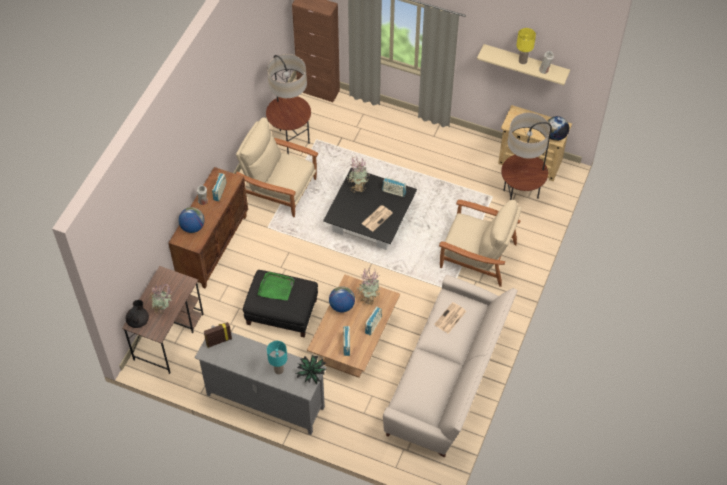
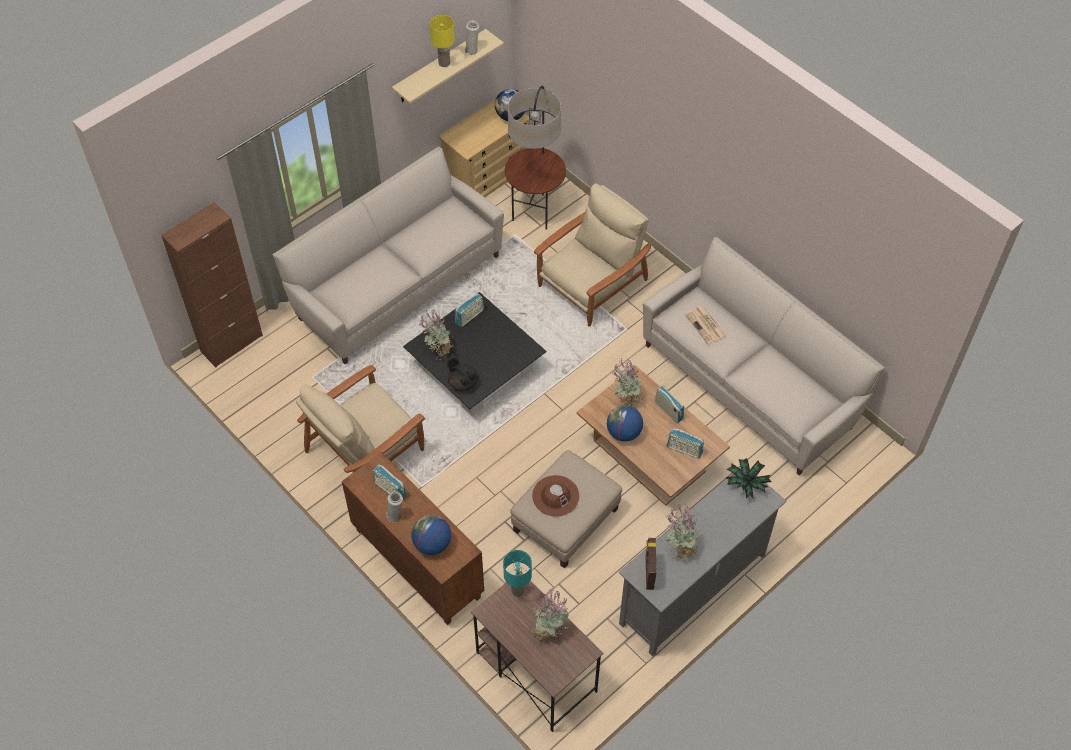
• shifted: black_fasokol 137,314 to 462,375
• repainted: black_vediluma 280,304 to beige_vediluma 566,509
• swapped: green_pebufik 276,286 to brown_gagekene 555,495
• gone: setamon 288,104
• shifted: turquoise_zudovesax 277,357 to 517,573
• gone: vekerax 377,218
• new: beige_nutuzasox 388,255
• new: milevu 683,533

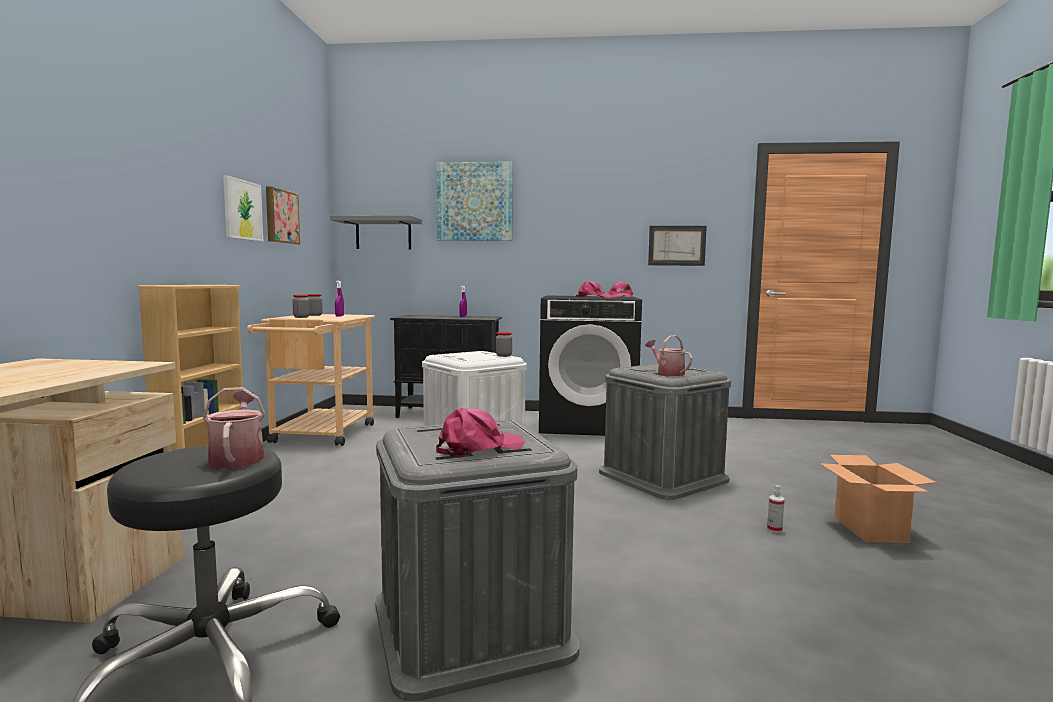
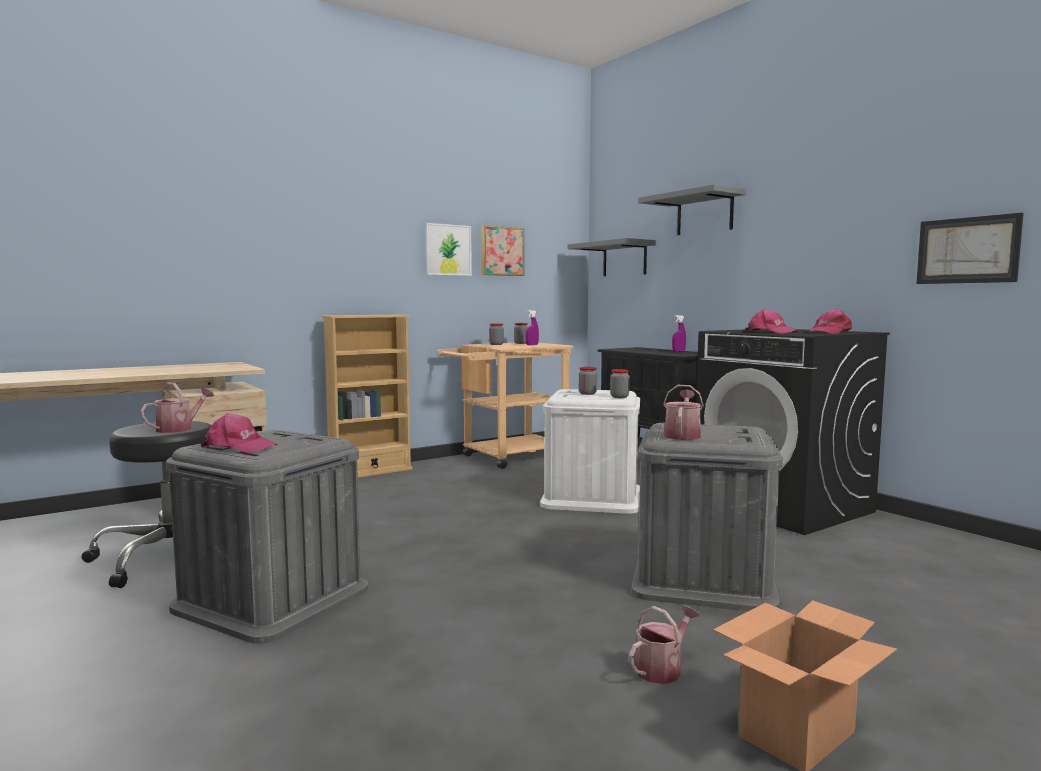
• swapped: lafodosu 474,201 to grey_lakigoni 692,209
• swapped: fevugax 775,509 to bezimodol 664,644
• new: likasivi 588,381

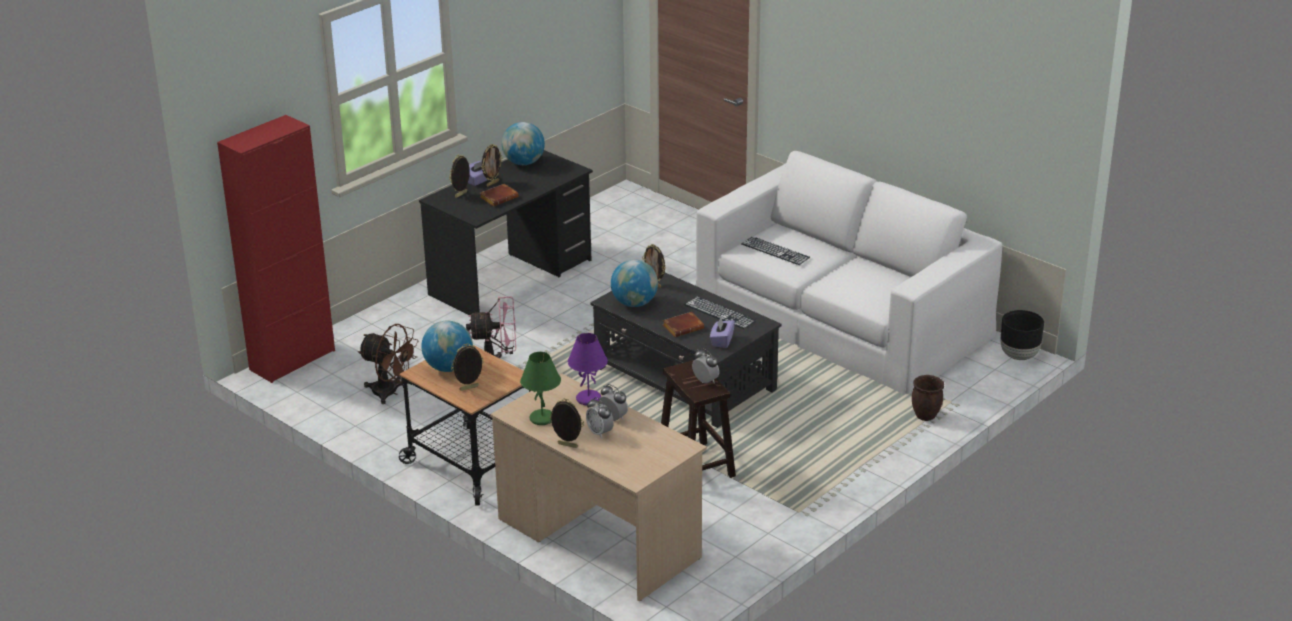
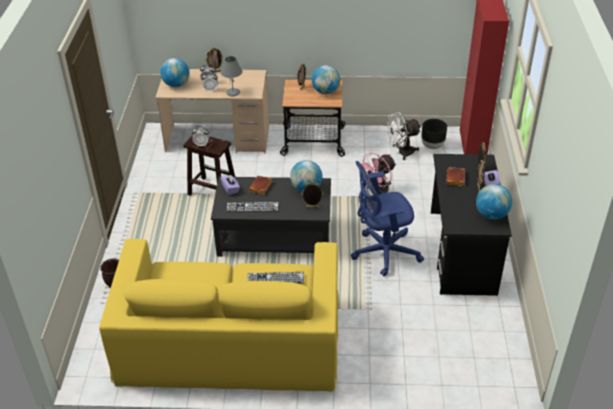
• repainted: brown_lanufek 388,364 to white_lanufek 404,136
• gone: green_zudovesax 540,388
• repainted: purple_zudovesax 588,369 to grey_zudovesax 231,76
• repainted: white_nutuzasox 849,273 to yellow_nutuzasox 219,315
• shifted: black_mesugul 1022,335 to 434,134
• new: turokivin 175,72
• new: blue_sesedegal 387,218

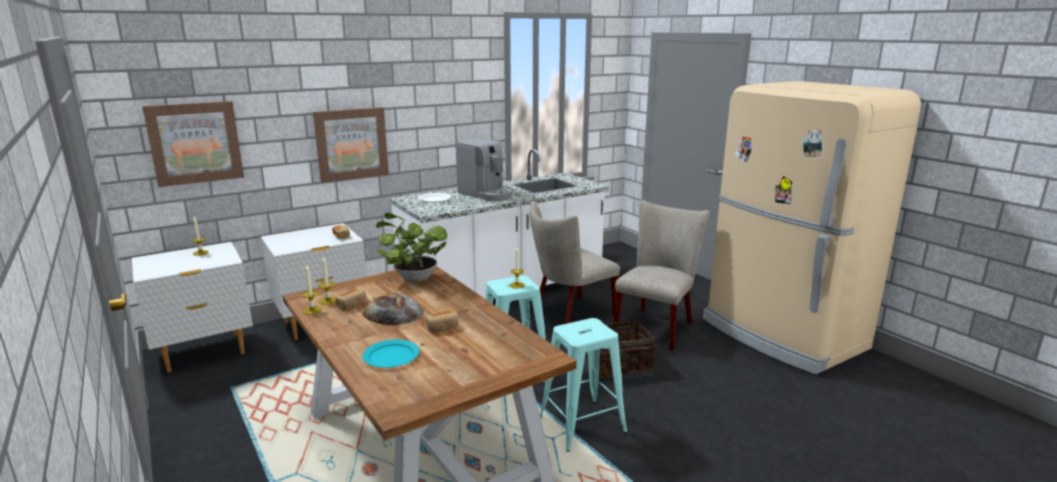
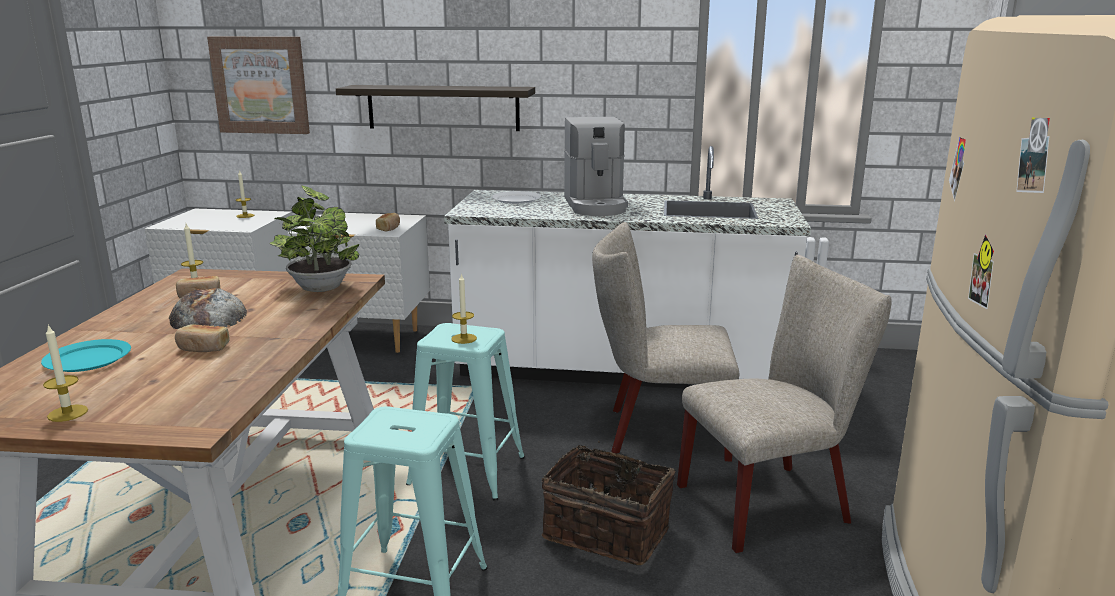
• shifted: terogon 312,289 to 65,373
• swapped: lafodosu 351,145 to lakigoni 435,108

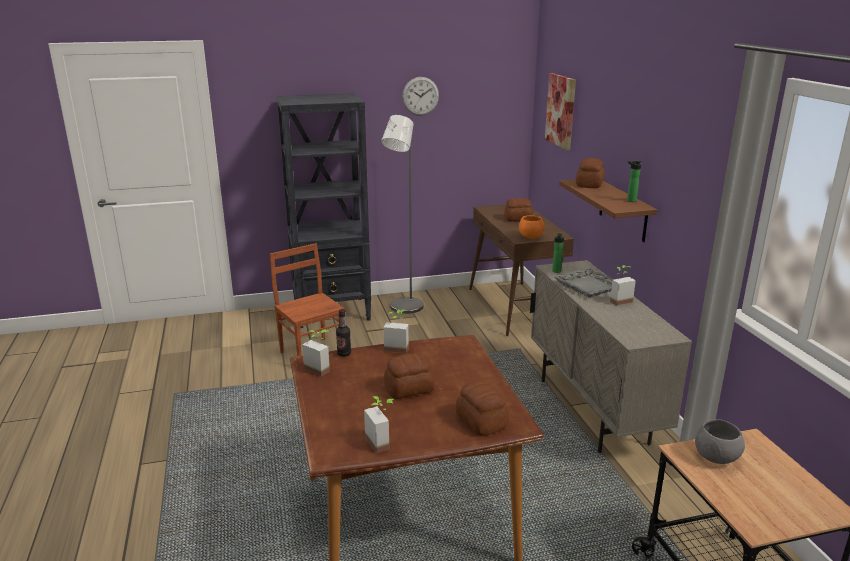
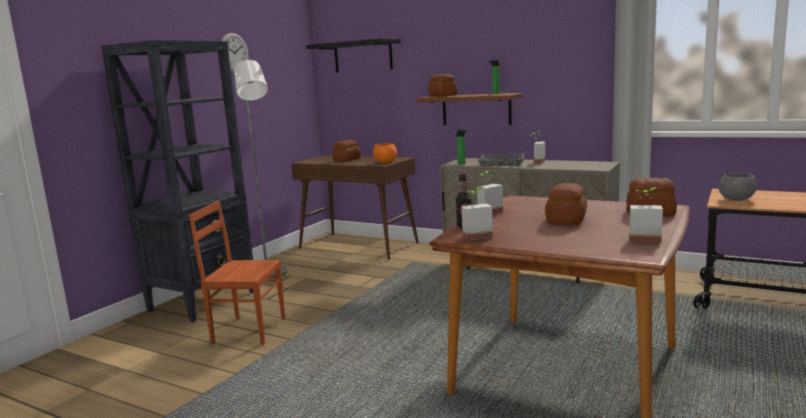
• swapped: lafodosu 560,111 to black_lakigoni 353,55

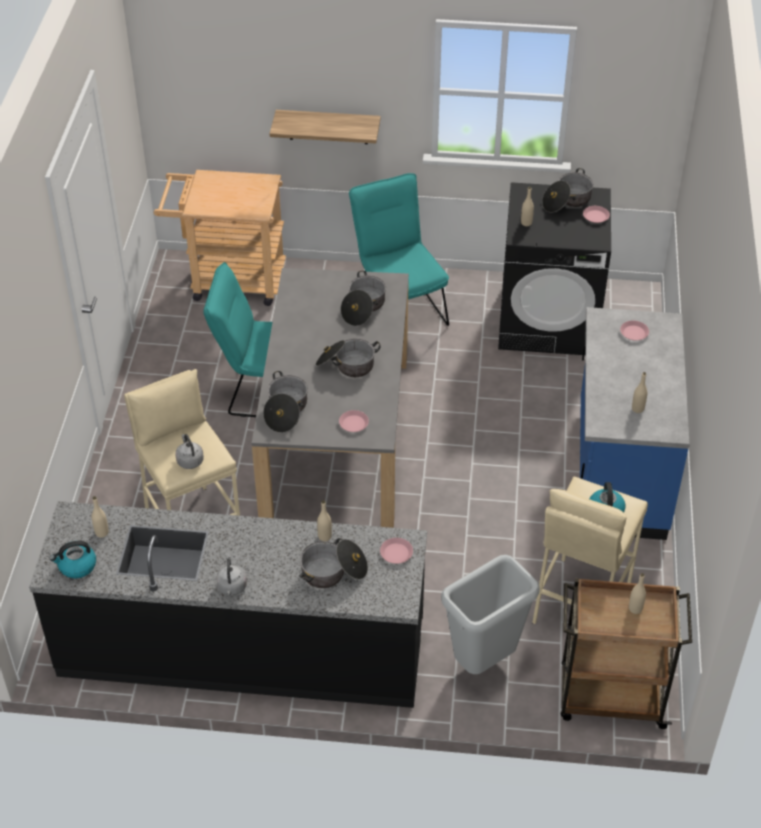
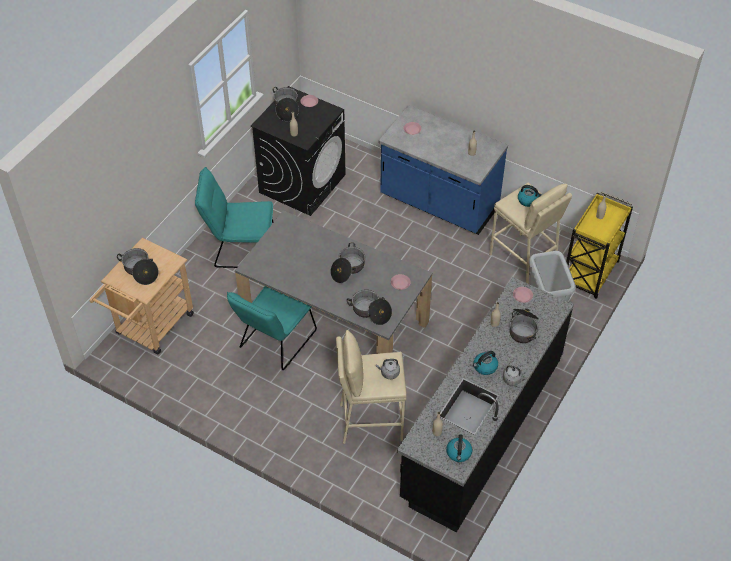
• gone: lakigoni 325,127
• shifted: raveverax 363,298 to 138,266
• repainted: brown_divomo 626,653 to yellow_divomo 599,245
• new: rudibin 485,363

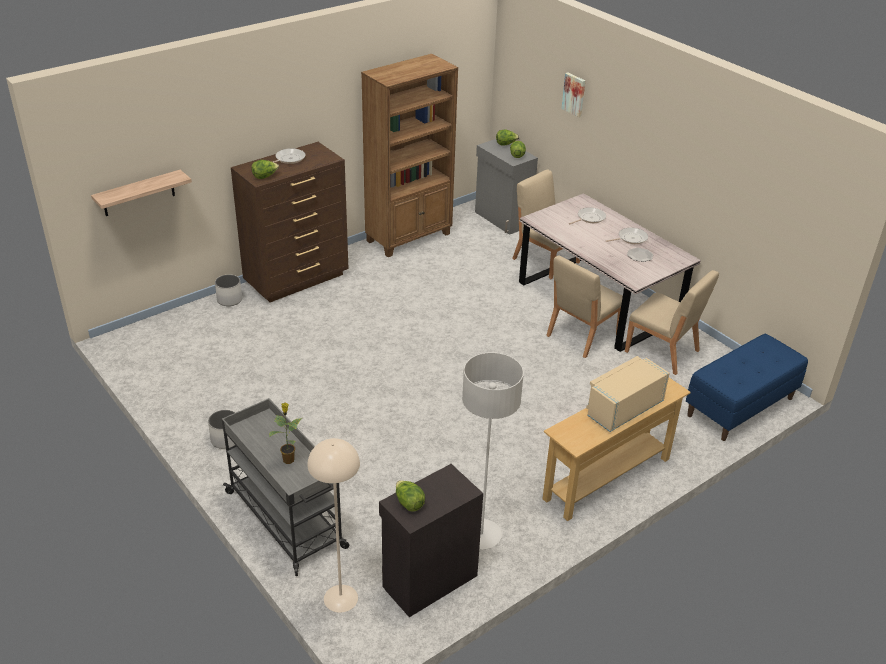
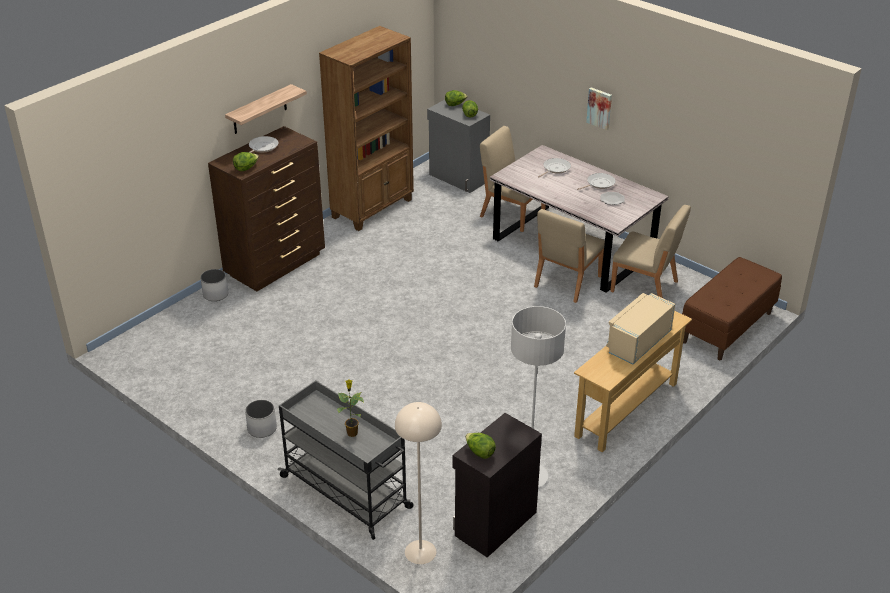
• shifted: lakigoni 141,193 to 266,109
• shifted: lafodosu 573,95 to 599,108
• repainted: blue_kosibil 747,387 to brown_kosibil 732,308

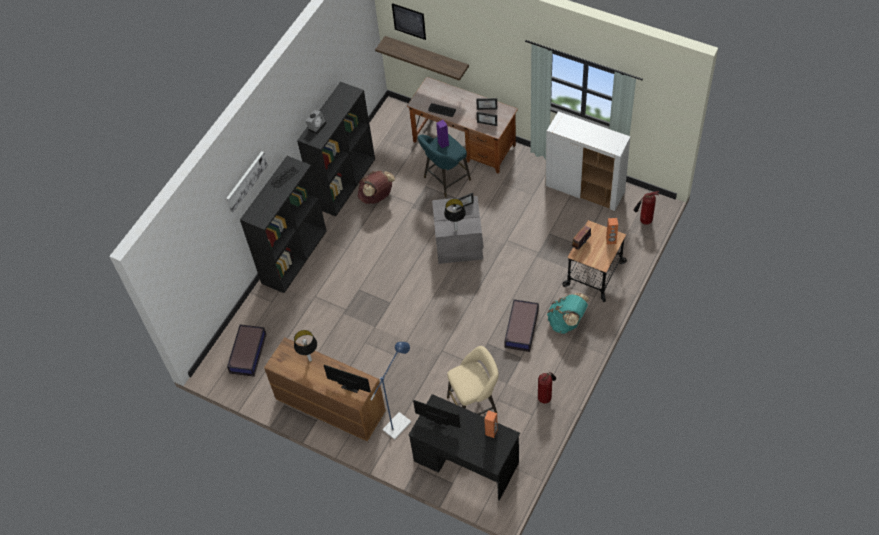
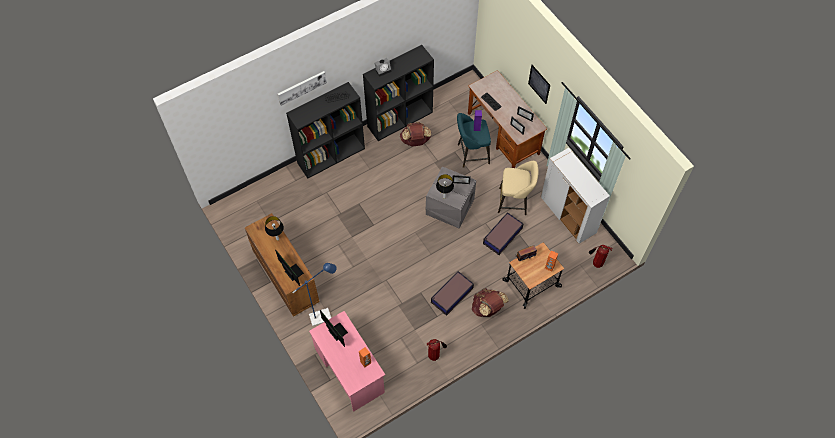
• shifted: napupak 246,351 to 503,233
• gone: lakigoni 422,58
• shifted: lafodosu 409,21 to 539,84
• repainted: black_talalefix 464,447 to pink_talalefix 347,361
• shifted: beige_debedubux 473,380 to 518,188
• repainted: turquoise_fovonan 568,313 to brown_fovonan 490,302

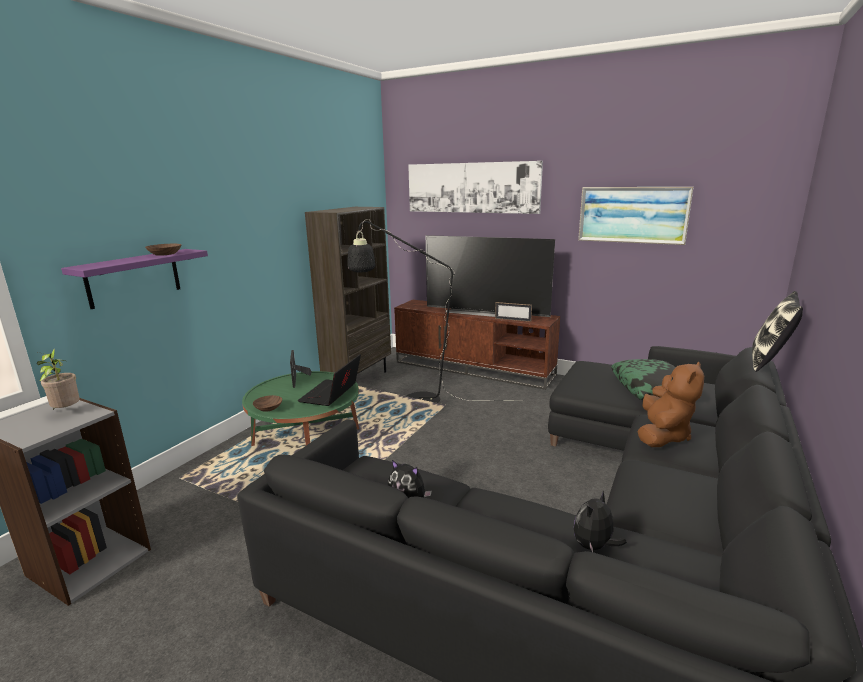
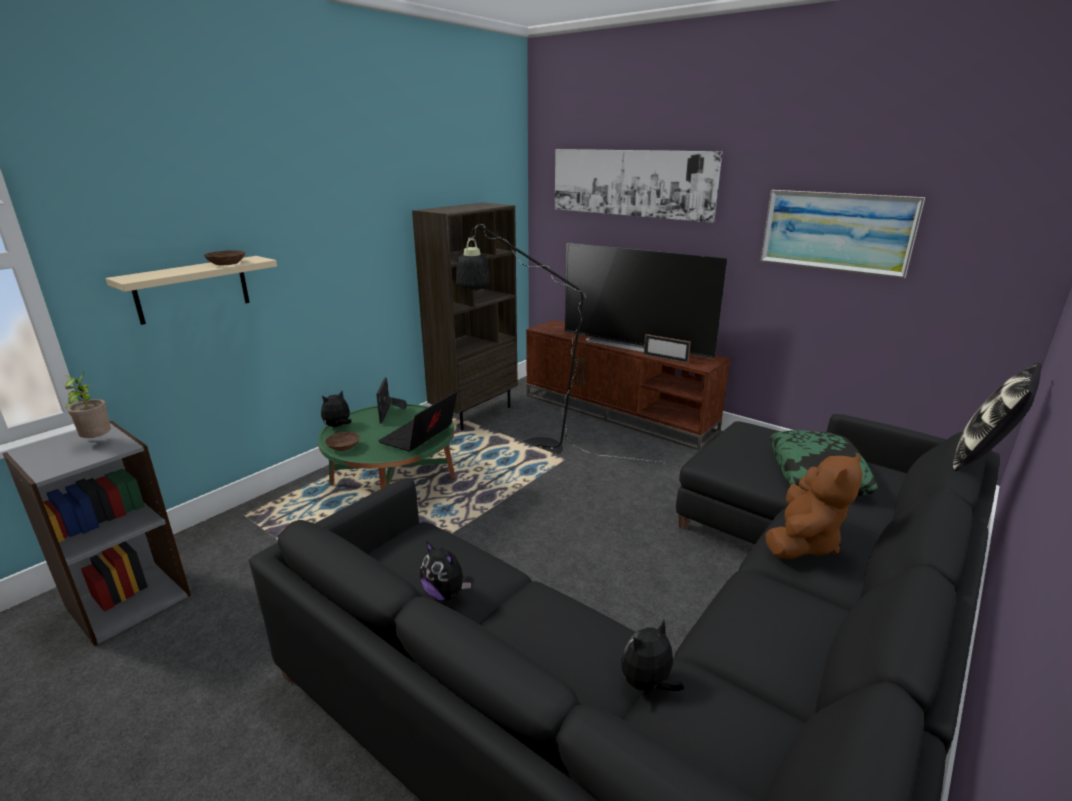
• repainted: purple_lakigoni 134,279 to beige_lakigoni 191,290
• new: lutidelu 336,409

